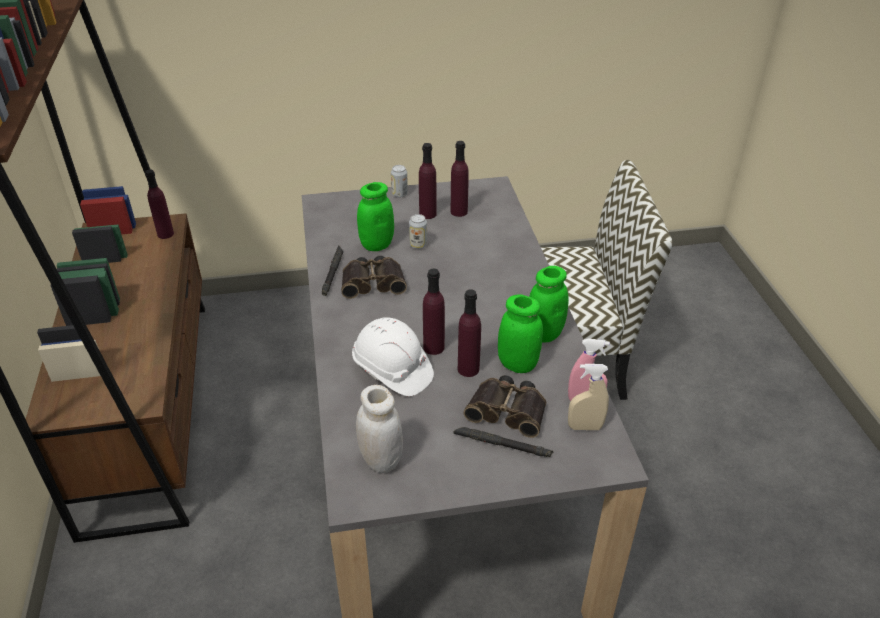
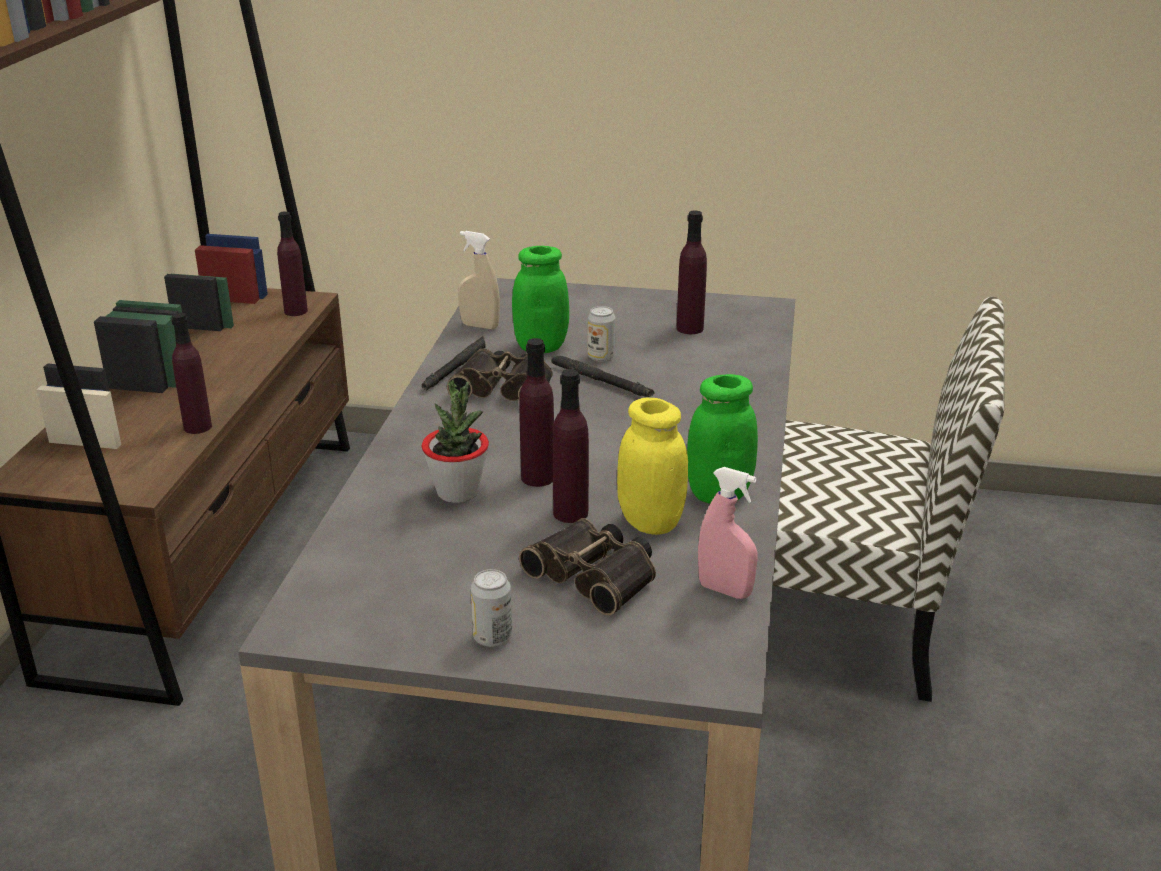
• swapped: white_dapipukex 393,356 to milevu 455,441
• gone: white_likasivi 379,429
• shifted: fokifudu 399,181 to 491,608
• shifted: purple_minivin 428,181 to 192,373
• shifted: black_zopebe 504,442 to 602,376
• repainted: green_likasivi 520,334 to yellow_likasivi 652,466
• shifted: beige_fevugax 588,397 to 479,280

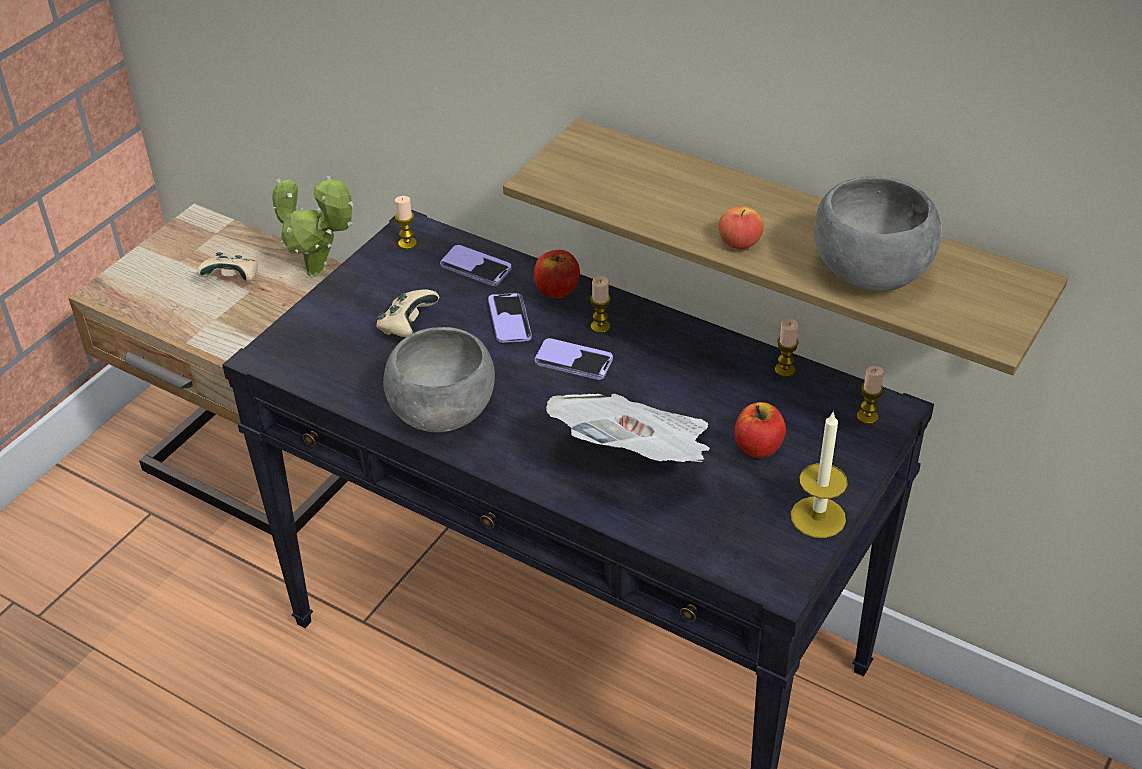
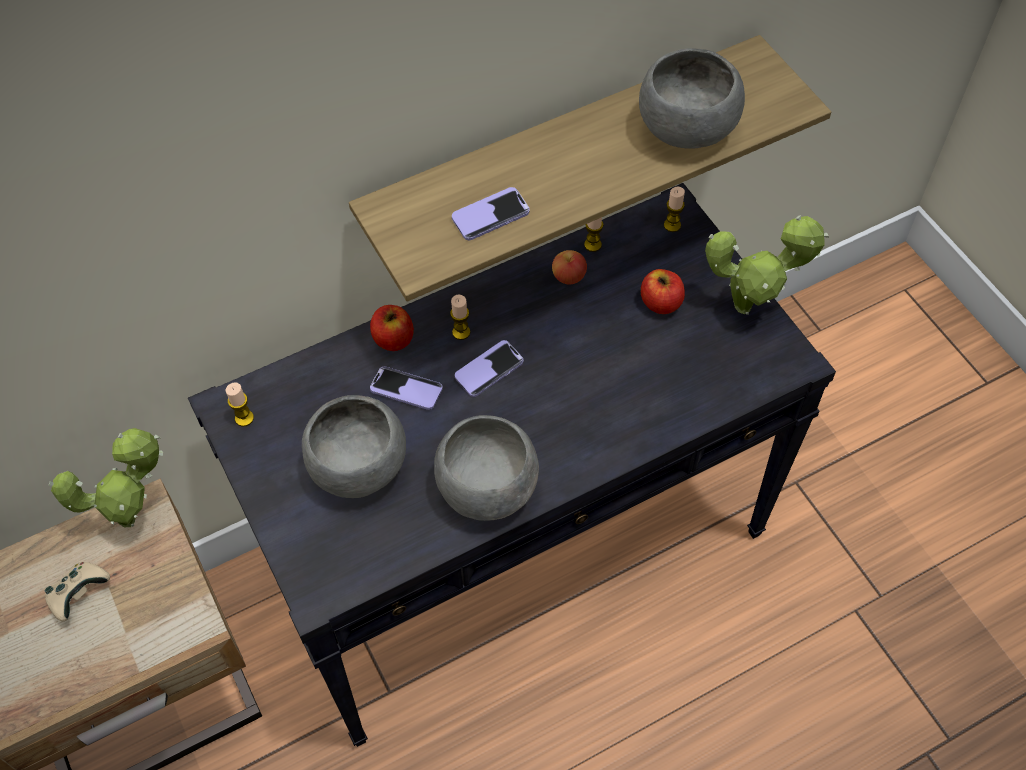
• swapped: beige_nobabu 407,313 to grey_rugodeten 354,446
• shifted: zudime 476,265 to 491,213
• gone: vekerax 628,428
• shifted: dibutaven 741,227 to 569,267
• swapped: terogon 819,474 to milevu 767,265

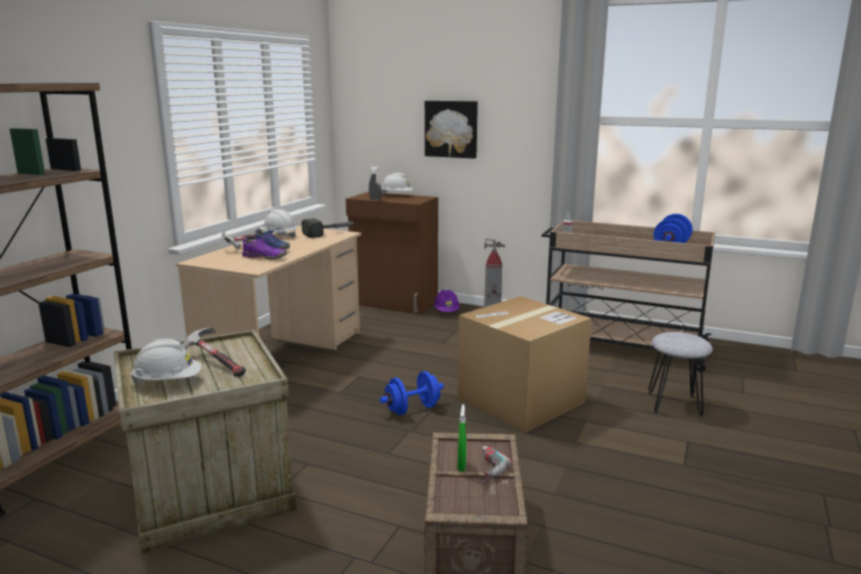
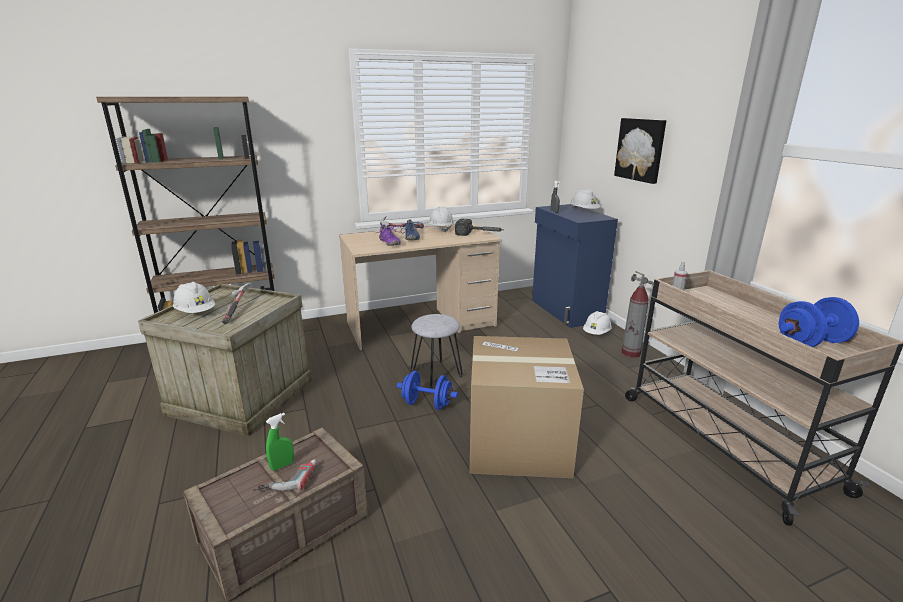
• repainted: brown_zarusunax 392,253 to blue_zarusunax 575,266
• repainted: purple_dapipukex 446,301 to white_dapipukex 597,323
• shifted: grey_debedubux 680,374 to 437,351

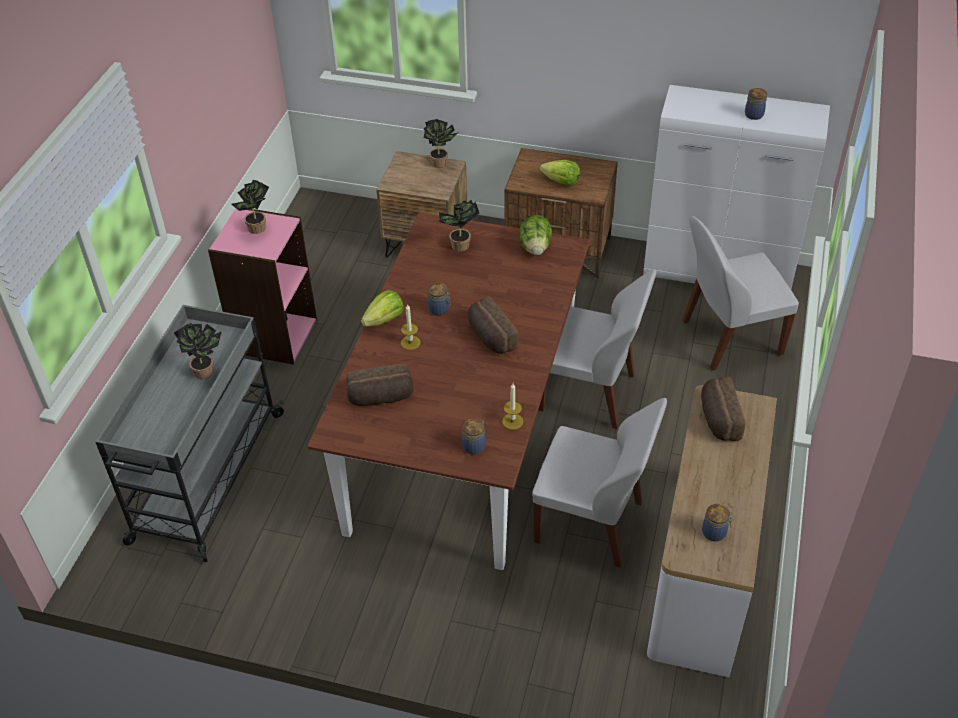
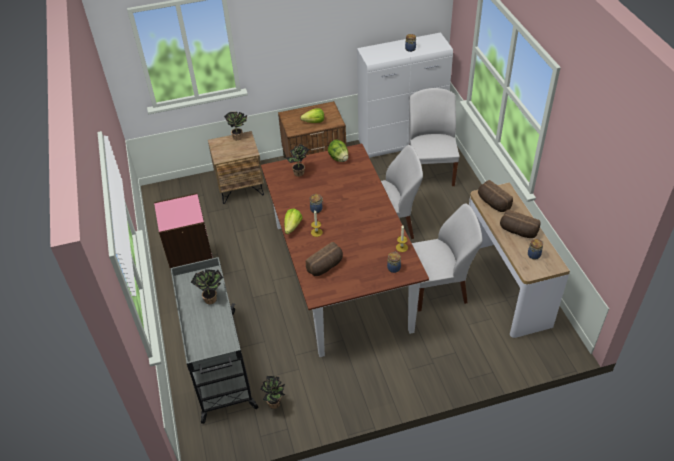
• shifted: milevu 250,206 to 272,392
• shifted: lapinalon 493,325 to 520,223
• rotated: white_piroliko 740,293 = 434,137 135 degrees clockwise

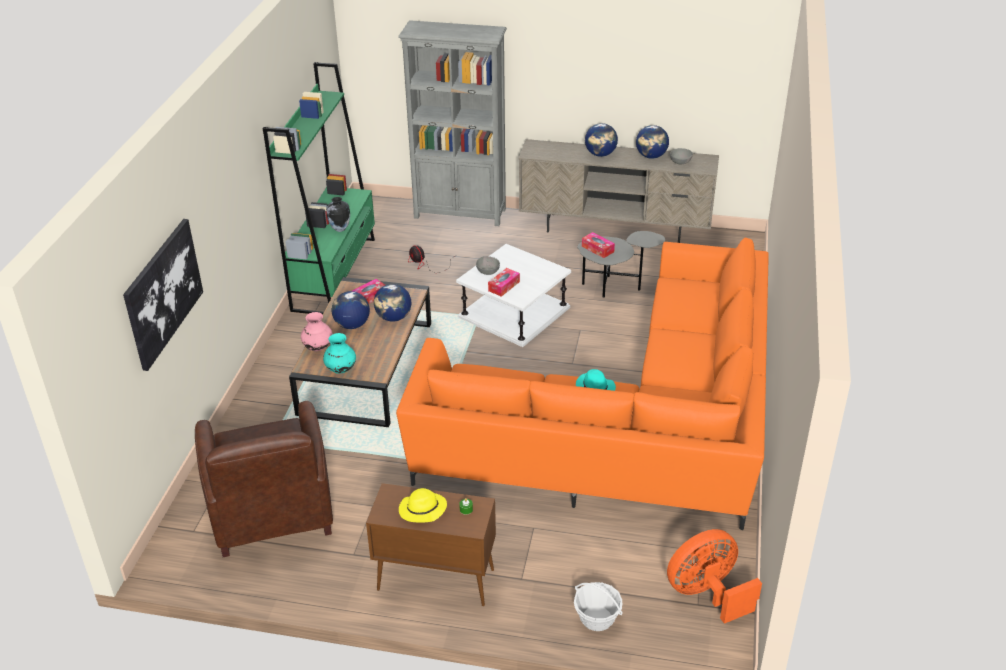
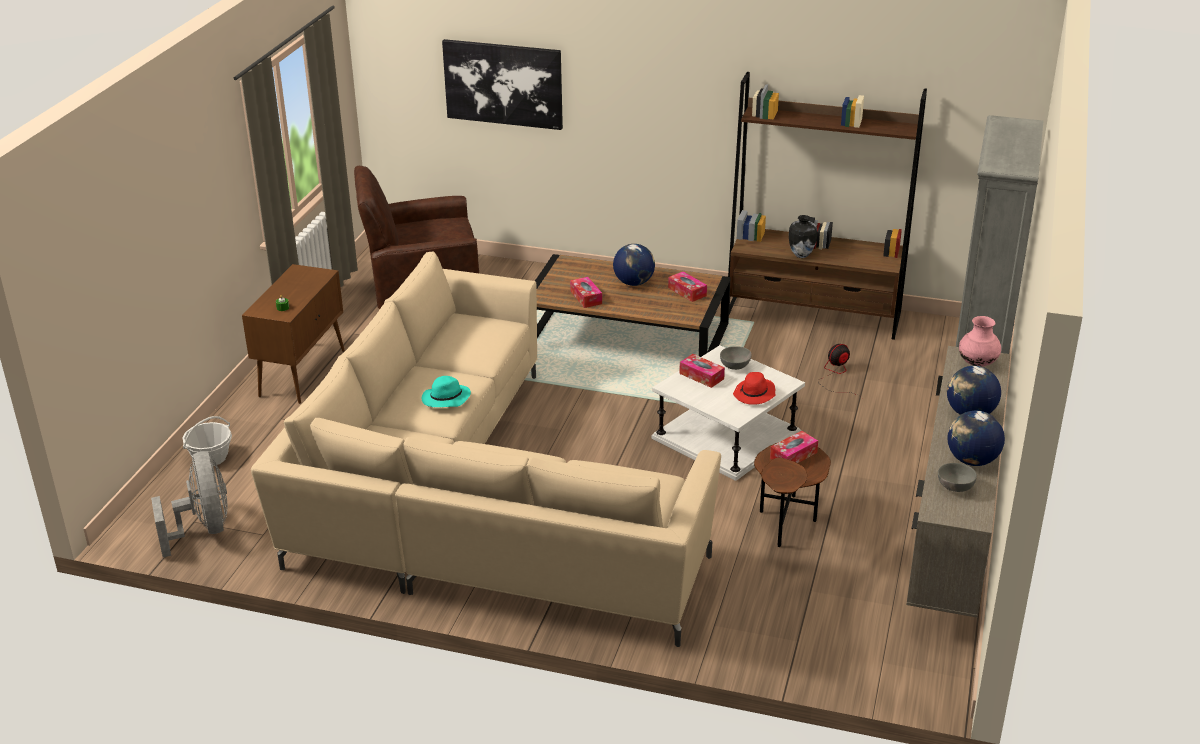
• repainted: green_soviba 319,188 to brown_soviba 827,206
• shifted: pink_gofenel 317,331 to 980,341
• gone: turquoise_gofenel 339,353
• gone: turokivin 392,303
• repainted: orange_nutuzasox 582,383 to beige_nutuzasox 486,449
• gone: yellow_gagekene 423,505
• repainted: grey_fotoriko 621,264 to brown_fotoriko 792,495
• repainted: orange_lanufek 714,576 to grey_lanufek 189,504
• new: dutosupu 586,292
• new: red_gagekene 754,388

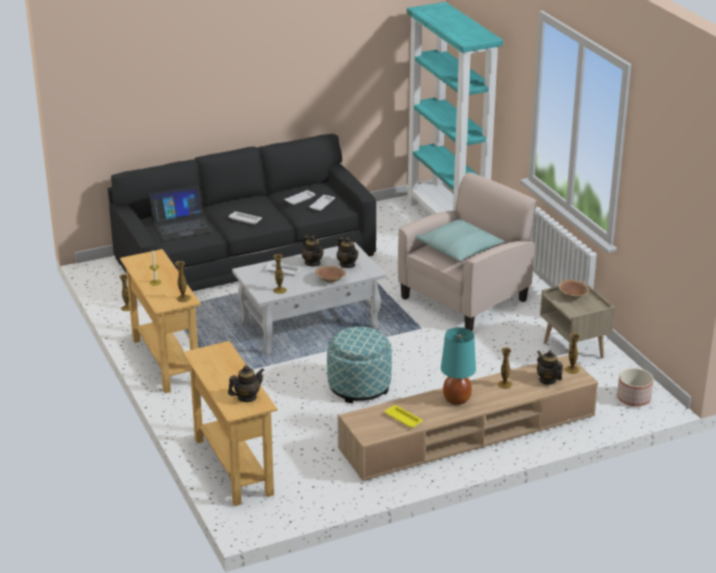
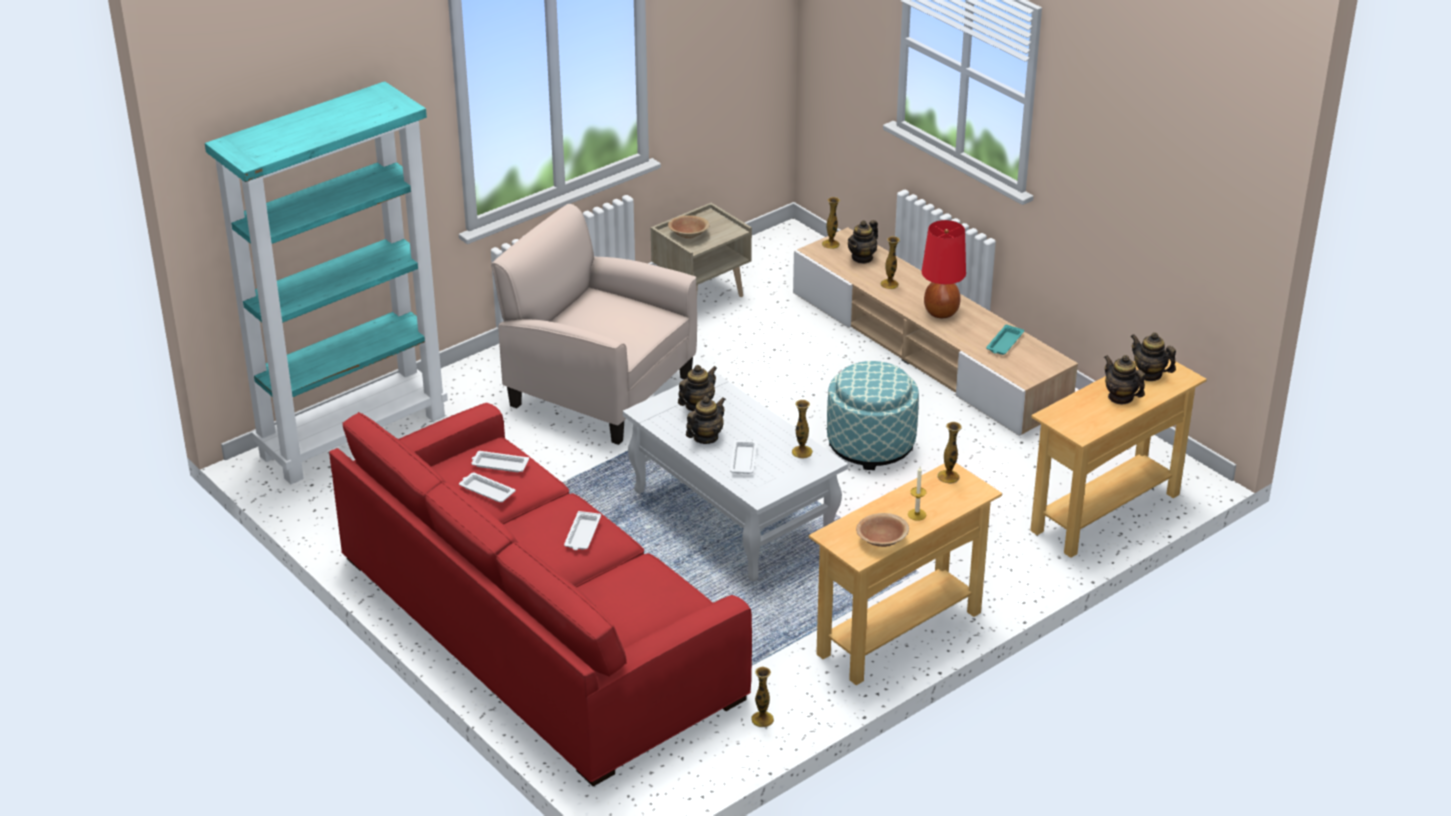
• repainted: black_nutuzasox 242,213 to red_nutuzasox 540,595
• gone: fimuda 180,213
• shifted: brown_rugodeten 330,274 to 882,530
• repainted: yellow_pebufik 403,416 to turquoise_pebufik 1005,339
• gone: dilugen 460,240
• repainted: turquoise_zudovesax 458,366 to red_zudovesax 944,269
• gone: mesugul 635,387
• new: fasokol 1124,379

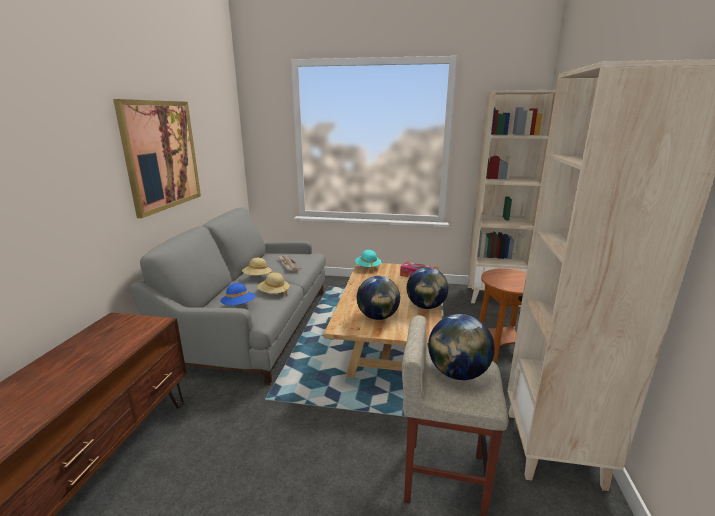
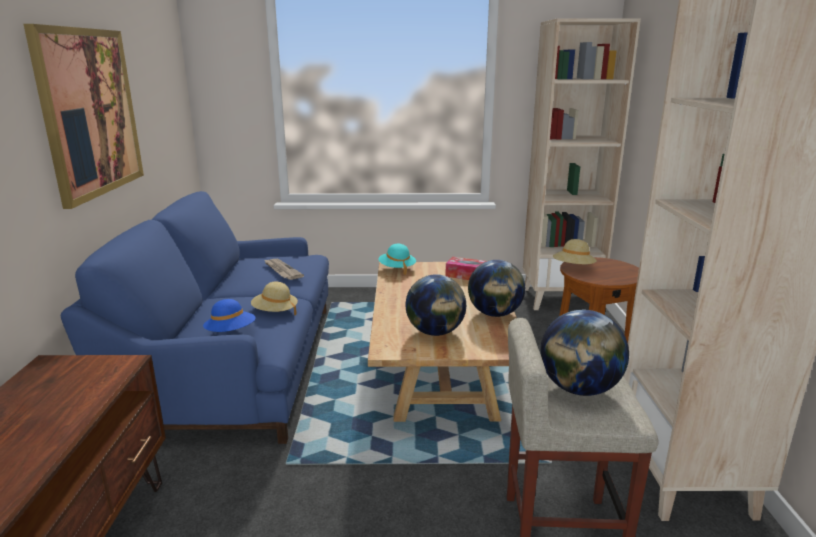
• repainted: grey_nutuzasox 228,296 to blue_nutuzasox 195,317
• shifted: beige_gagekene 257,266 to 575,251

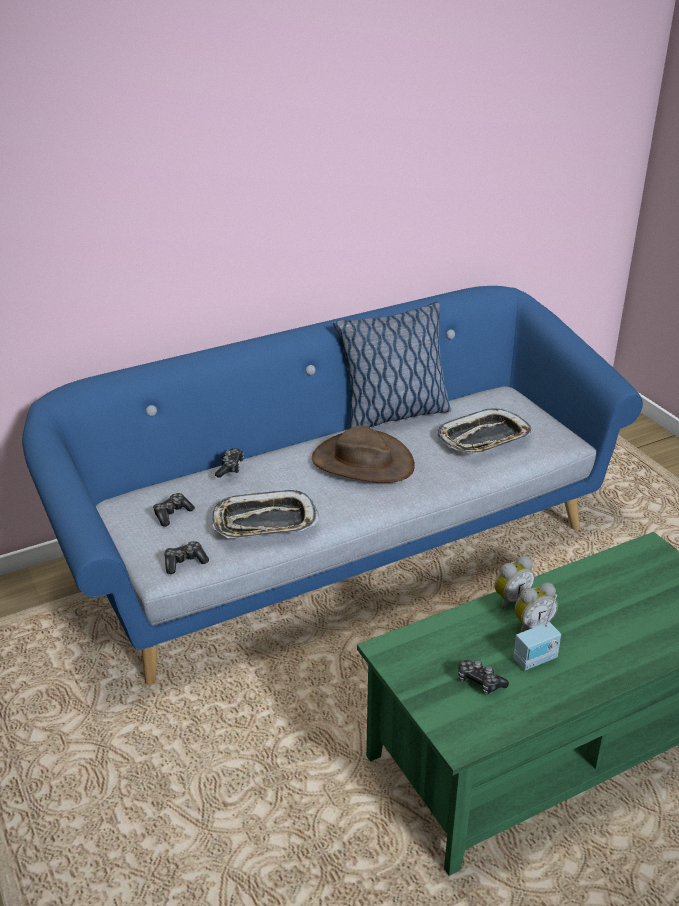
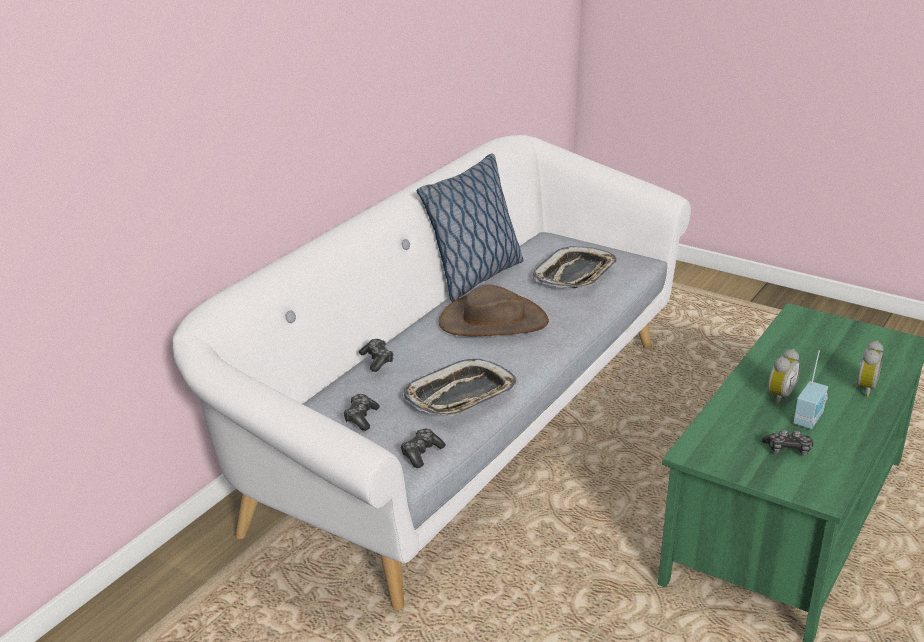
• repainted: blue_nutuzasox 332,485 to white_nutuzasox 431,372
• shifted: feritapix 515,582 to 868,369

